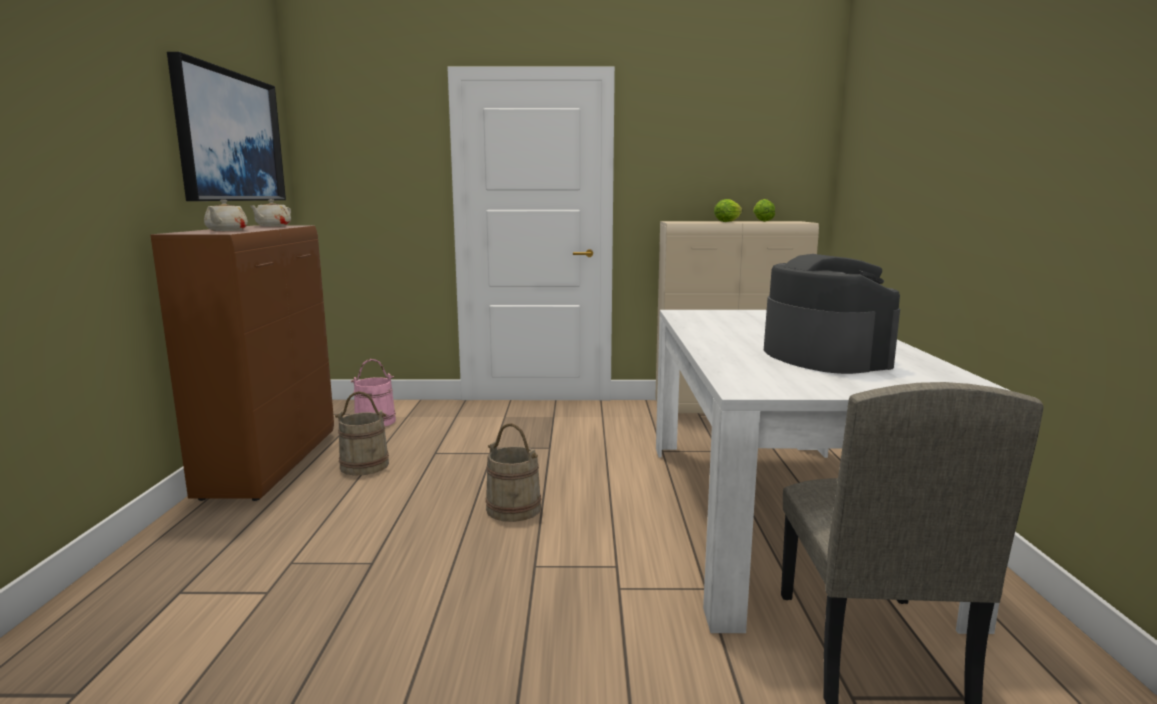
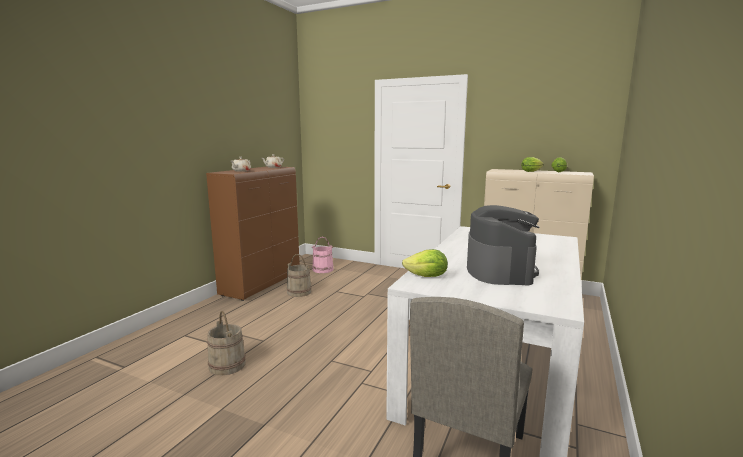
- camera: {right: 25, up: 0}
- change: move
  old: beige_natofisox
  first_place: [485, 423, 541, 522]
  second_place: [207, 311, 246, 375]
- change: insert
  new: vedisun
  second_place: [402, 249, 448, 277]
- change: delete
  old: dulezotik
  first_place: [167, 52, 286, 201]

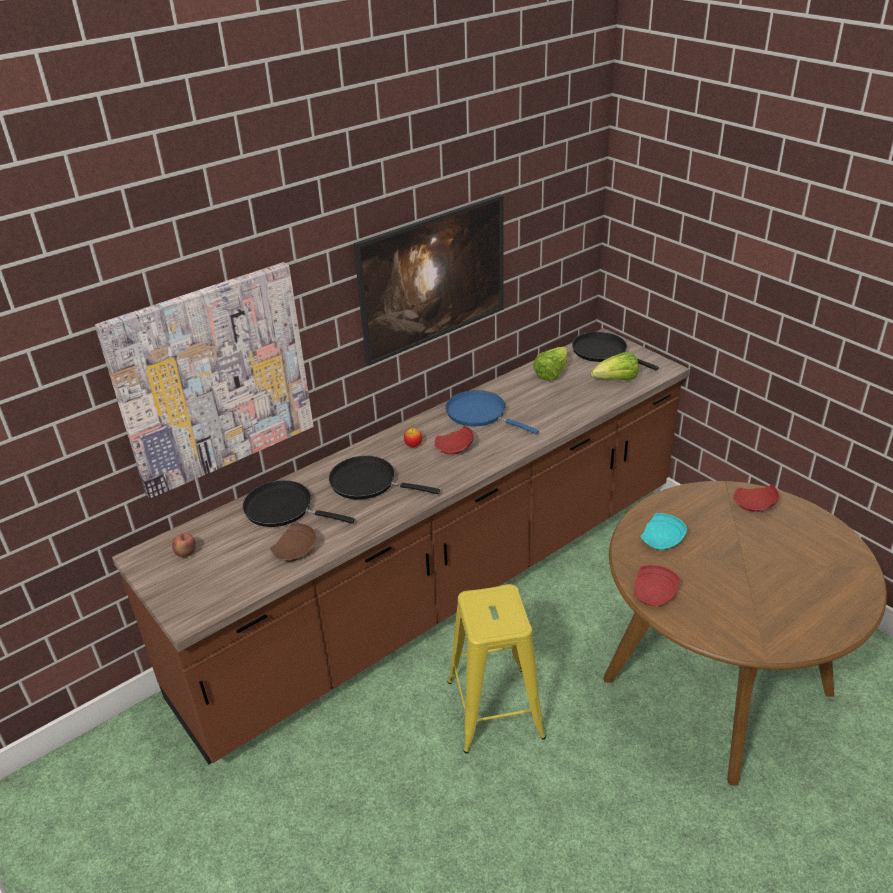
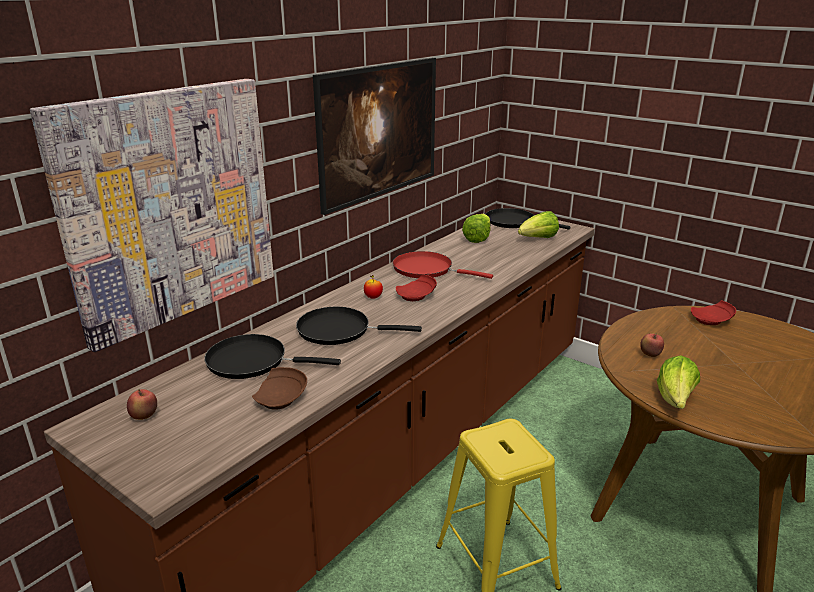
- camera: {right: -15, up: -10}
- change: recolor
  old: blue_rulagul
  new: red_rulagul
  first_place: [445, 390, 539, 434]
  second_place: [393, 251, 493, 279]
- change: replace
  old: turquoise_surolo
  new: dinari
  first_place: [640, 513, 687, 550]
  second_place: [640, 333, 664, 357]
- change: replace
  old: red_surolo
  new: vedisun
  first_place: [634, 565, 680, 606]
  second_place: [657, 355, 700, 409]

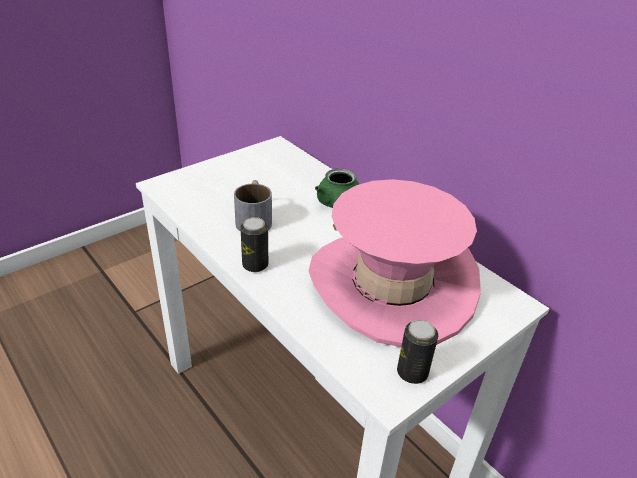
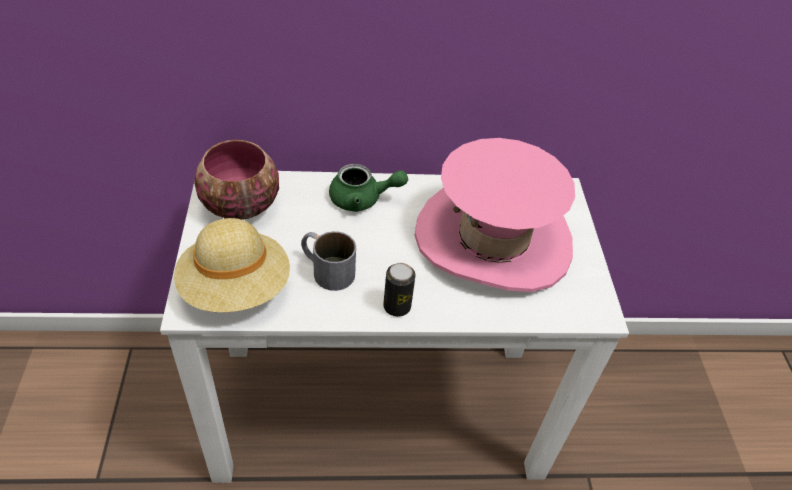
- camera: {right: -55, up: 10}
- change: insert
  new: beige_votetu
  second_place: [174, 218, 290, 312]
- change: insert
  new: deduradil
  second_place: [194, 140, 279, 220]
- change: delete
  old: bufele
  first_place: [397, 320, 438, 384]

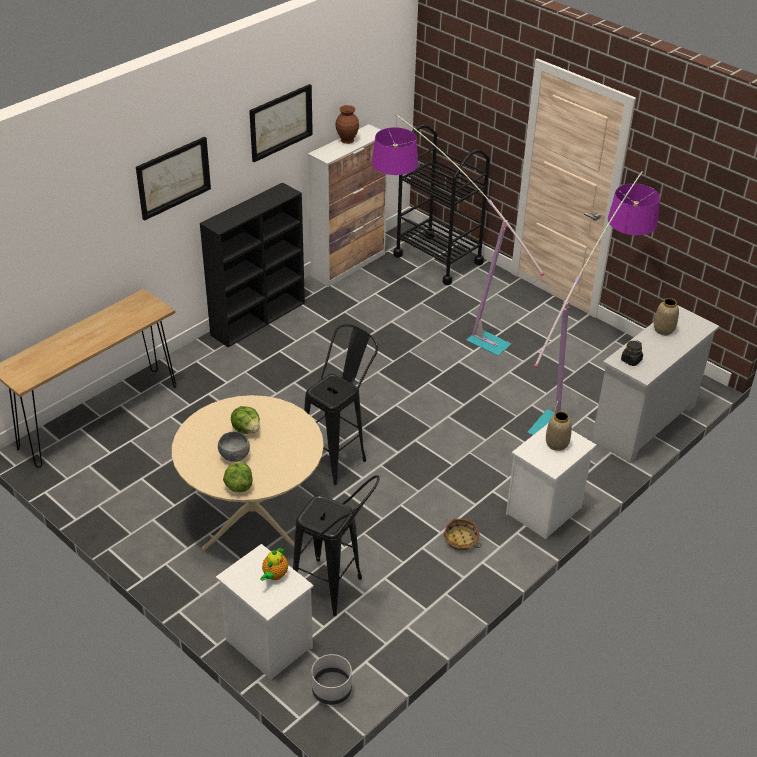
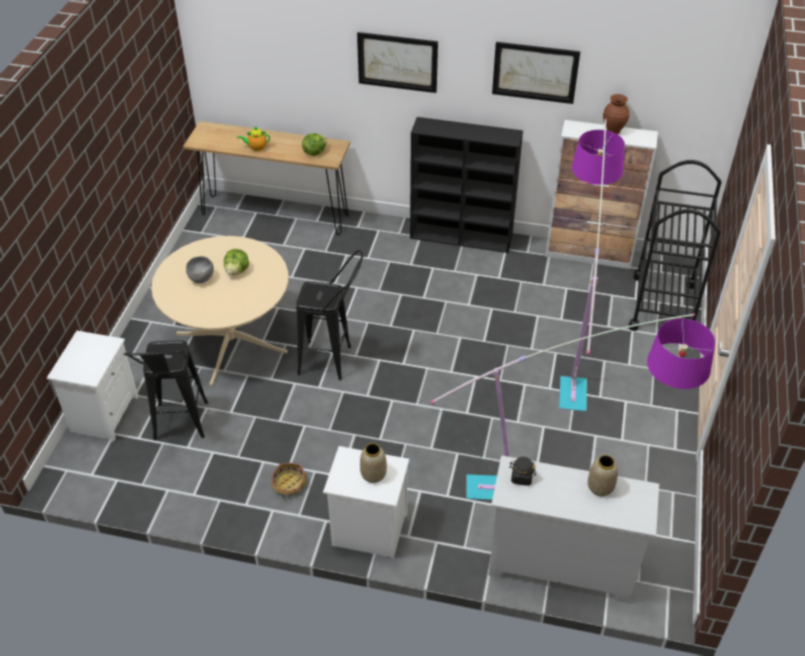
- camera: {right: 60, up: 5}
- change: move
  old: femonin
  first_place: [260, 548, 288, 581]
  second_place: [237, 126, 270, 151]
- change: move
  old: vedisun
  first_place: [223, 462, 253, 493]
  second_place: [302, 133, 327, 156]
- change: delete
  old: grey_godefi
  first_place: [311, 654, 352, 705]

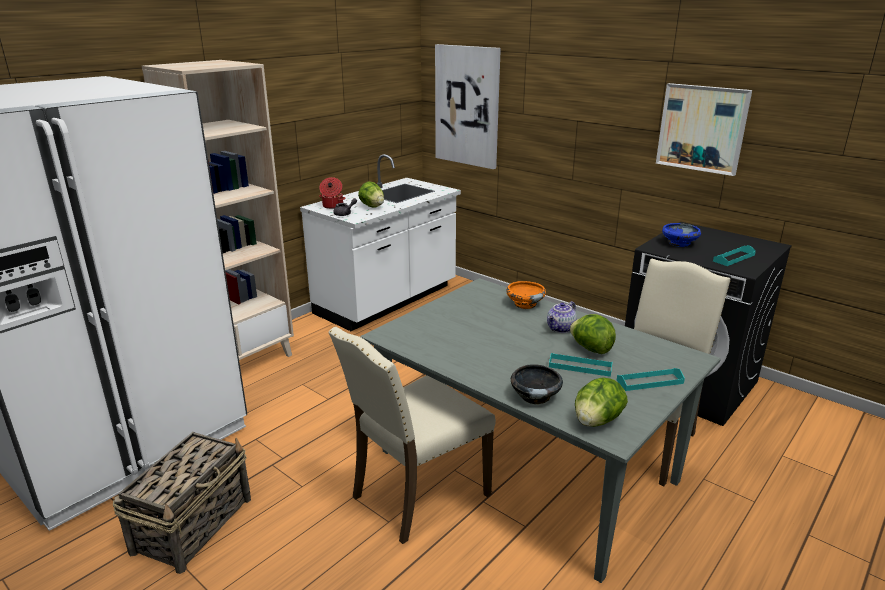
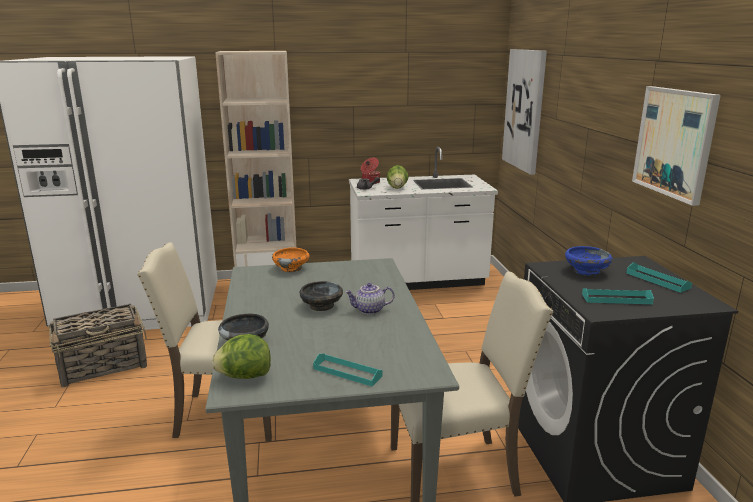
- camera: {right: 40, up: -5}
- change: move
  old: orange_deduradil
  first_place: [506, 281, 546, 309]
  second_place: [272, 247, 310, 272]
- change: insert
  new: black_deduradil
  second_place: [299, 281, 343, 311]
- change: move
  old: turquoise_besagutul
  first_place: [549, 353, 612, 377]
  second_place: [626, 262, 692, 293]
- change: delete
  old: vedisun
  first_place: [570, 314, 616, 354]

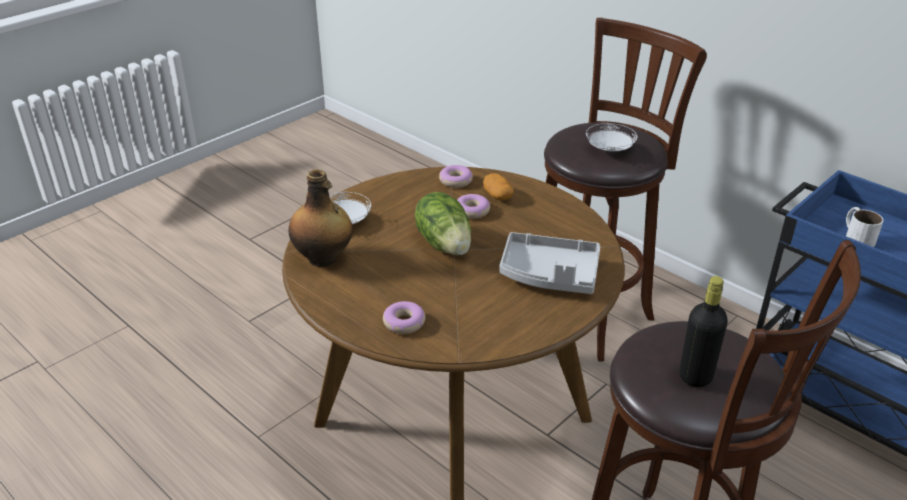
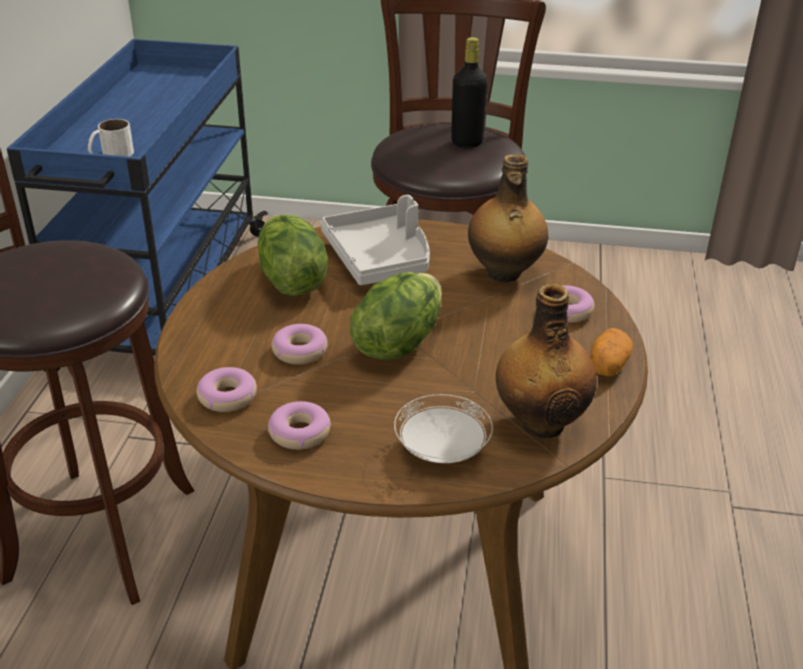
- camera: {right: -125, up: 0}
- change: insert
  new: vedisun
  second_place: [258, 214, 328, 296]
- change: insert
  new: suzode
  second_place: [268, 401, 331, 450]
- change: insert
  new: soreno
  second_place: [468, 155, 549, 282]
- change: move
  old: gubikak
  first_place: [483, 173, 514, 200]
  second_place: [590, 328, 633, 376]
- change: delete
  old: white_surolo
  first_place: [586, 123, 637, 152]

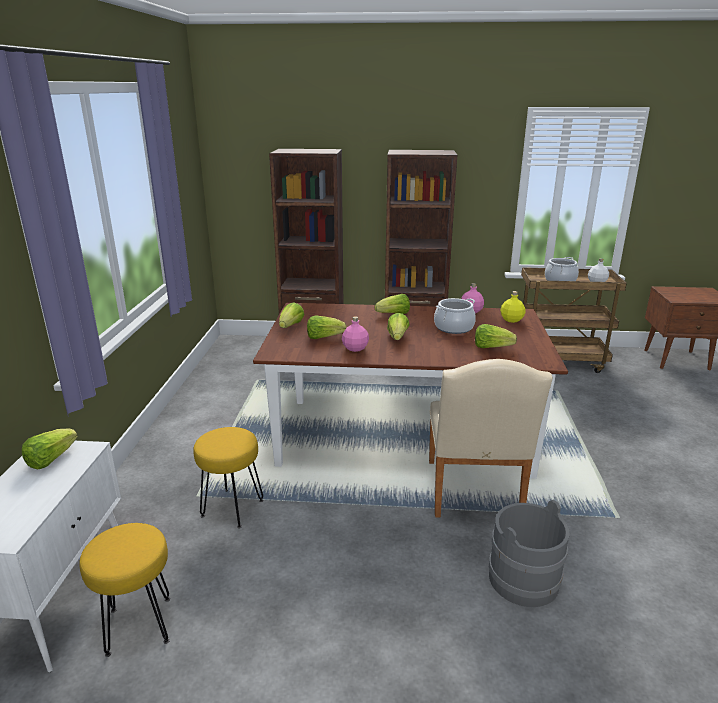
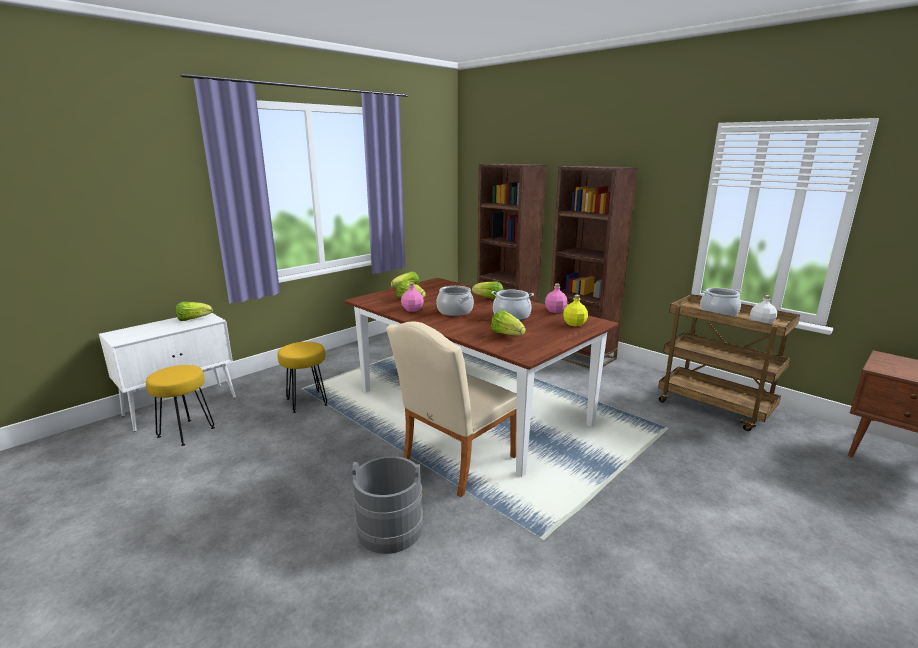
- camera: {right: 40, up: -5}
- change: replace
  old: vedisun
  new: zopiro
  first_place: [387, 313, 410, 340]
  second_place: [436, 286, 474, 316]

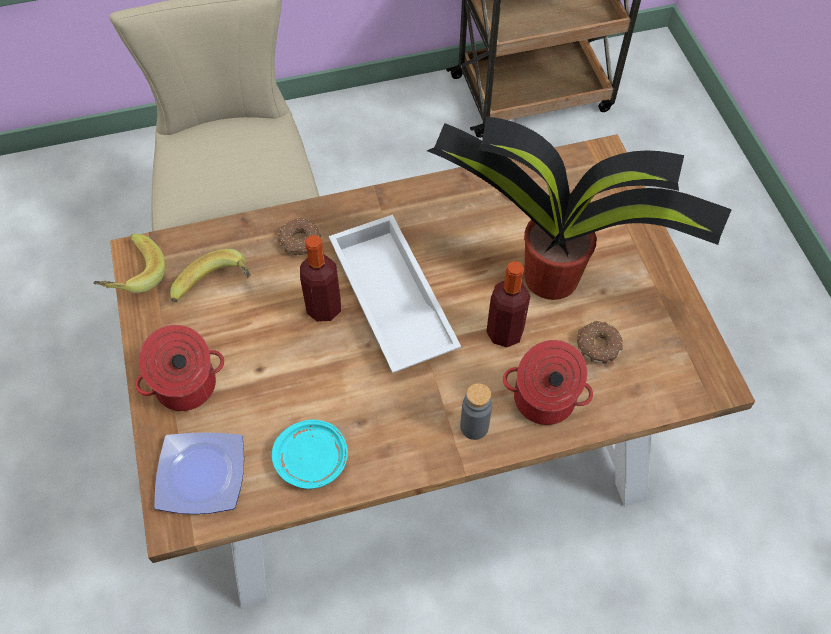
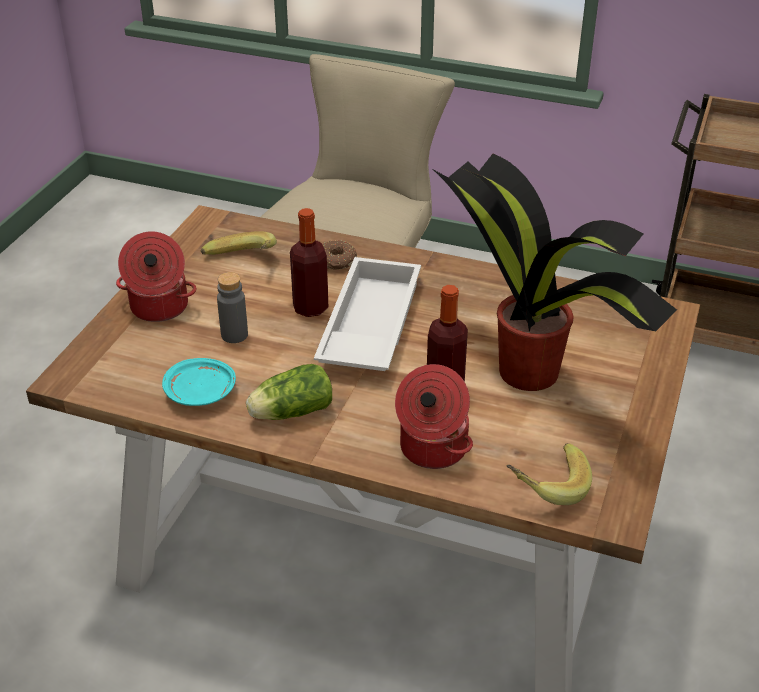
- camera: {right: 35, up: -20}
- change: move
  old: grey_soreno
  first_place: [460, 383, 492, 440]
  second_place: [217, 272, 248, 343]
- change: insert
  new: vedisun
  second_place: [246, 364, 332, 420]
- change: move
  old: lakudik
  first_place: [94, 234, 165, 293]
  second_place: [506, 443, 592, 505]
- change: delete
  old: surolo
  first_place: [154, 432, 244, 514]
- change: delete
  old: suzode
  first_place: [577, 321, 623, 364]

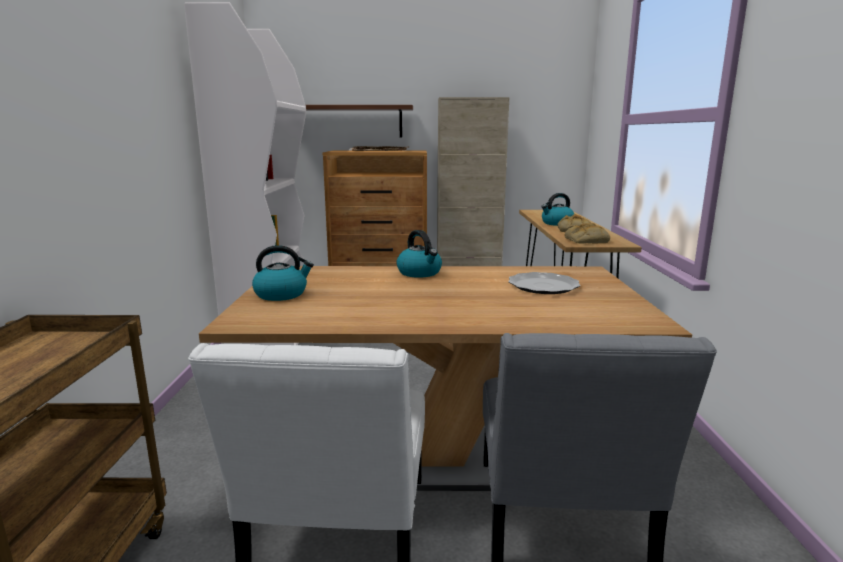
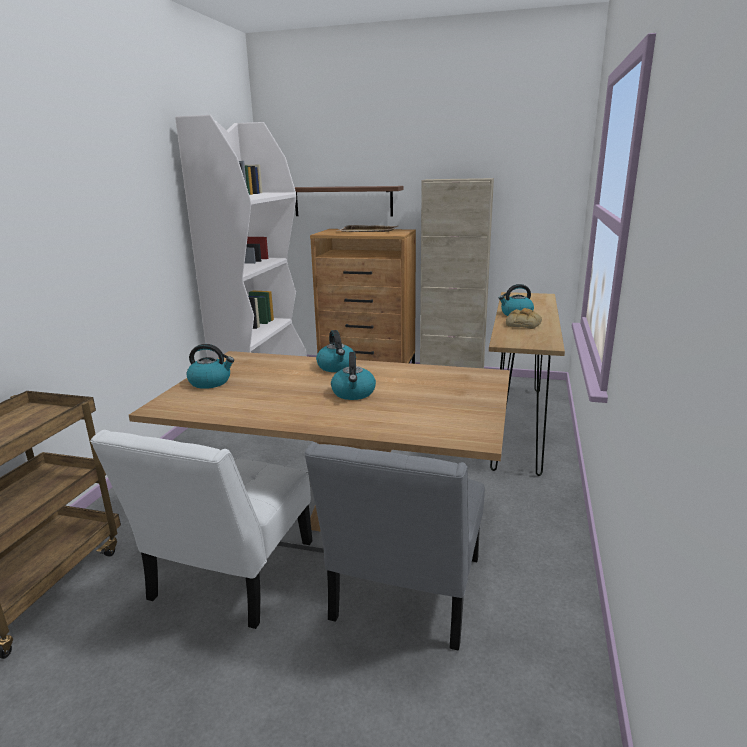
- camera: {right: 15, up: 5}
- change: insert
  new: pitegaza
  second_place: [331, 352, 376, 400]
- change: delete
  old: surolo
  first_place: [508, 272, 580, 294]
- change: delete
  old: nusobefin
  first_place: [565, 223, 610, 244]

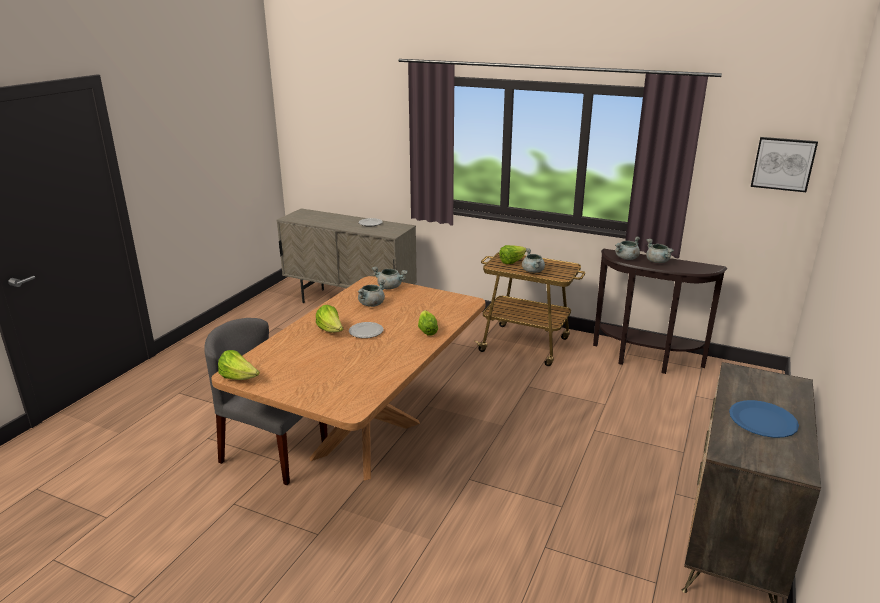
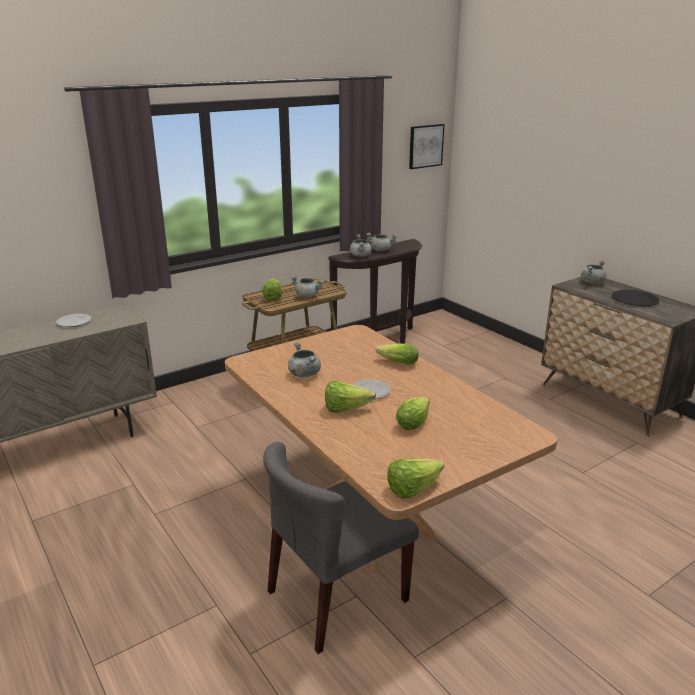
- camera: {right: -60, up: 0}
- change: insert
  new: vedisun
  second_place: [396, 397, 430, 430]
- change: move
  old: grey_zopiro
  first_place: [372, 267, 408, 289]
  second_place: [581, 260, 607, 284]
- change: recolor
  old: blue_surolo
  new: black_surolo
  first_place: [729, 400, 799, 438]
  second_place: [612, 290, 660, 306]

